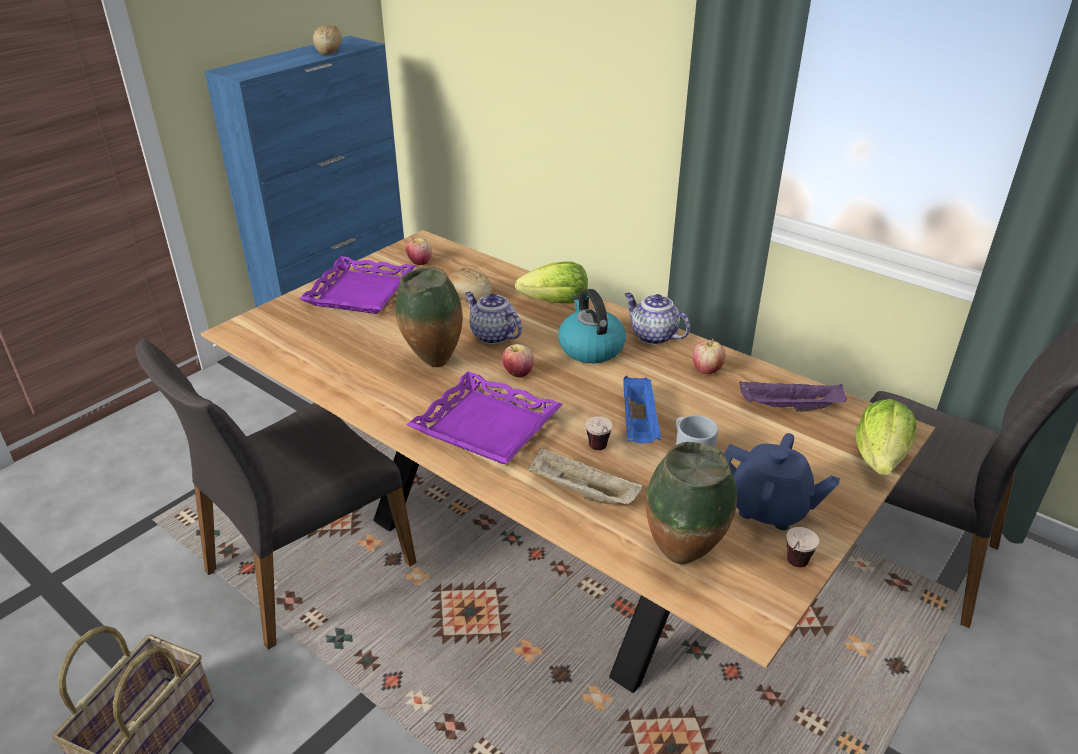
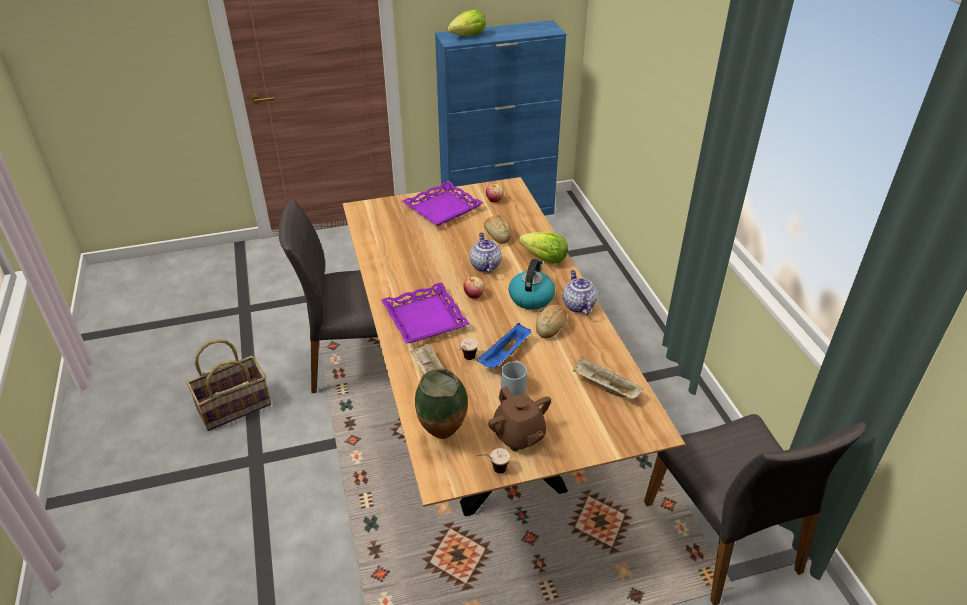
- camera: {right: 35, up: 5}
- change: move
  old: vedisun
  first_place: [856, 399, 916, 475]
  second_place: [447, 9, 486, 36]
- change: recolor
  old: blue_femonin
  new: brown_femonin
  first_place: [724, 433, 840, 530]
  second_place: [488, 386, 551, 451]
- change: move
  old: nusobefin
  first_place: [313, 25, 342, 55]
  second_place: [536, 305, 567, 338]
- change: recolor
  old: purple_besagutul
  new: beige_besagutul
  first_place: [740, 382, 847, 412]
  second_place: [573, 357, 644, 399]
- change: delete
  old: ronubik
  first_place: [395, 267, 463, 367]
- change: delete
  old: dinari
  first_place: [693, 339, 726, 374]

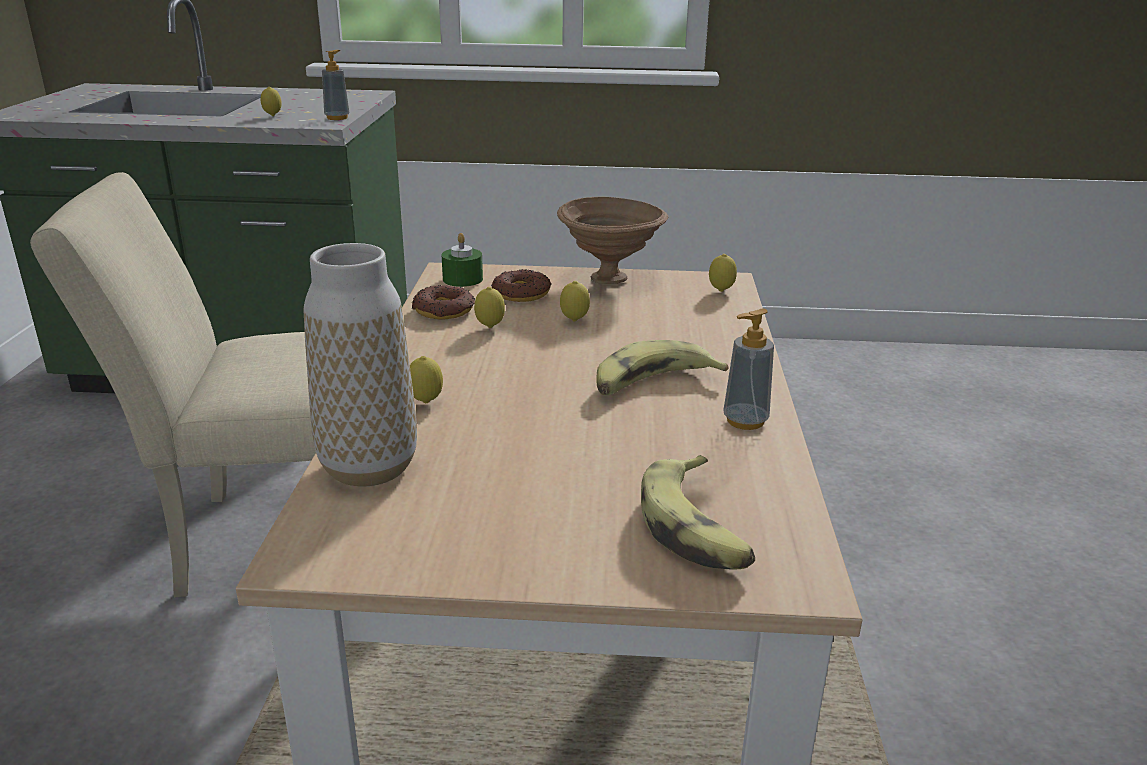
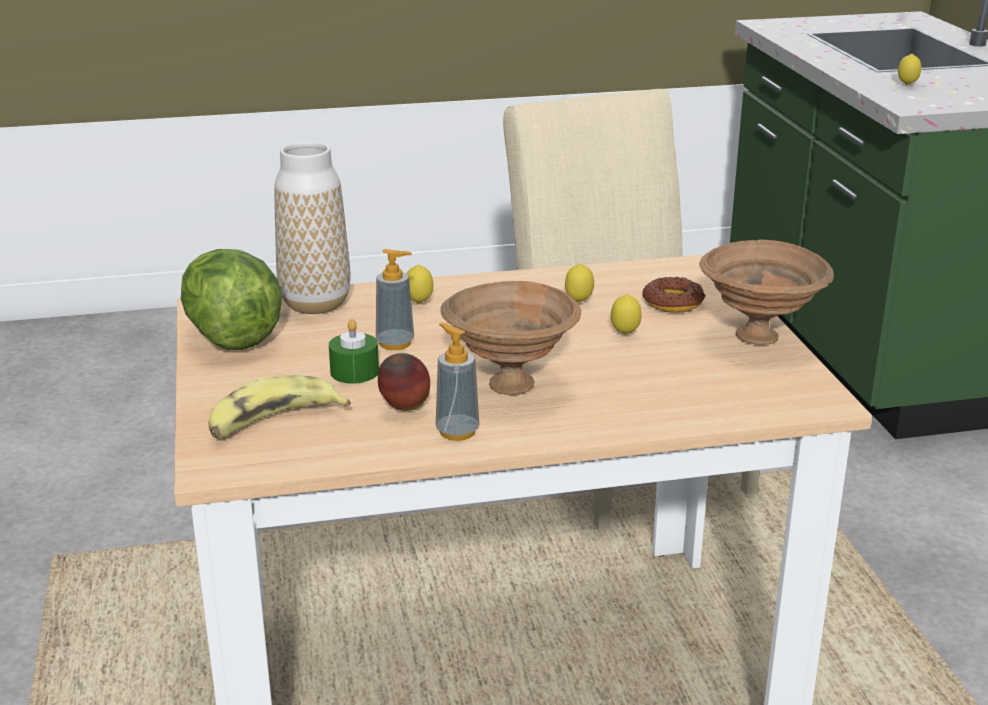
- camera: {right: 75, up: 0}
- change: insert
  new: vedisun
  second_place: [181, 249, 282, 350]
- change: move
  old: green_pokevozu
  first_place: [442, 233, 483, 287]
  second_place: [329, 319, 379, 384]
- change: move
  old: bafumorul
  first_place: [322, 50, 349, 120]
  second_place: [376, 249, 414, 350]
- change: insert
  new: dinari
  second_place: [378, 353, 430, 411]
- change: replace
  old: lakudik
  new: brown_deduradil
  first_place: [596, 340, 729, 395]
  second_place: [440, 281, 581, 395]
- change: delete
  old: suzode
  first_place: [412, 285, 475, 319]
- change: delete
  old: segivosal
  first_place: [709, 254, 737, 292]

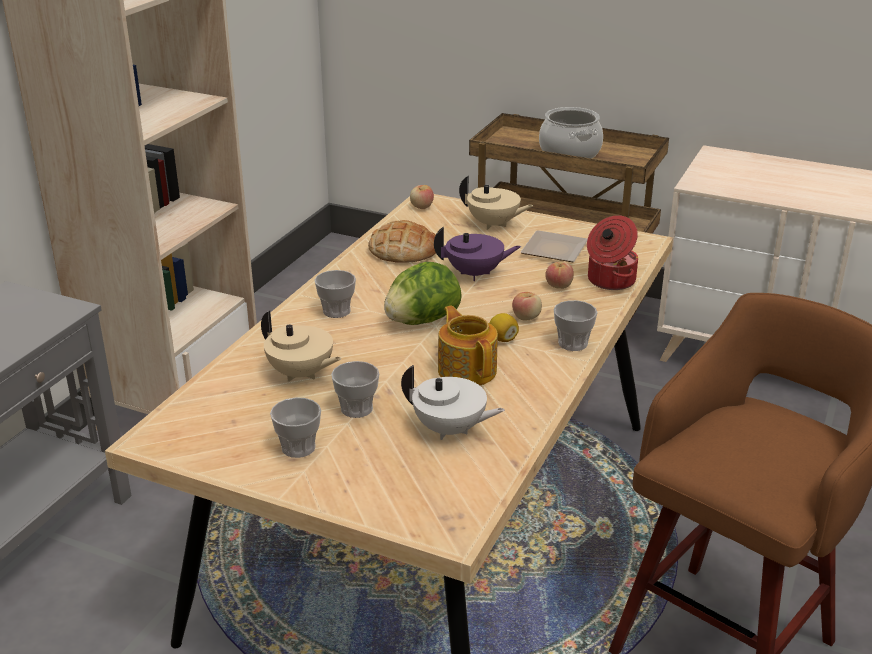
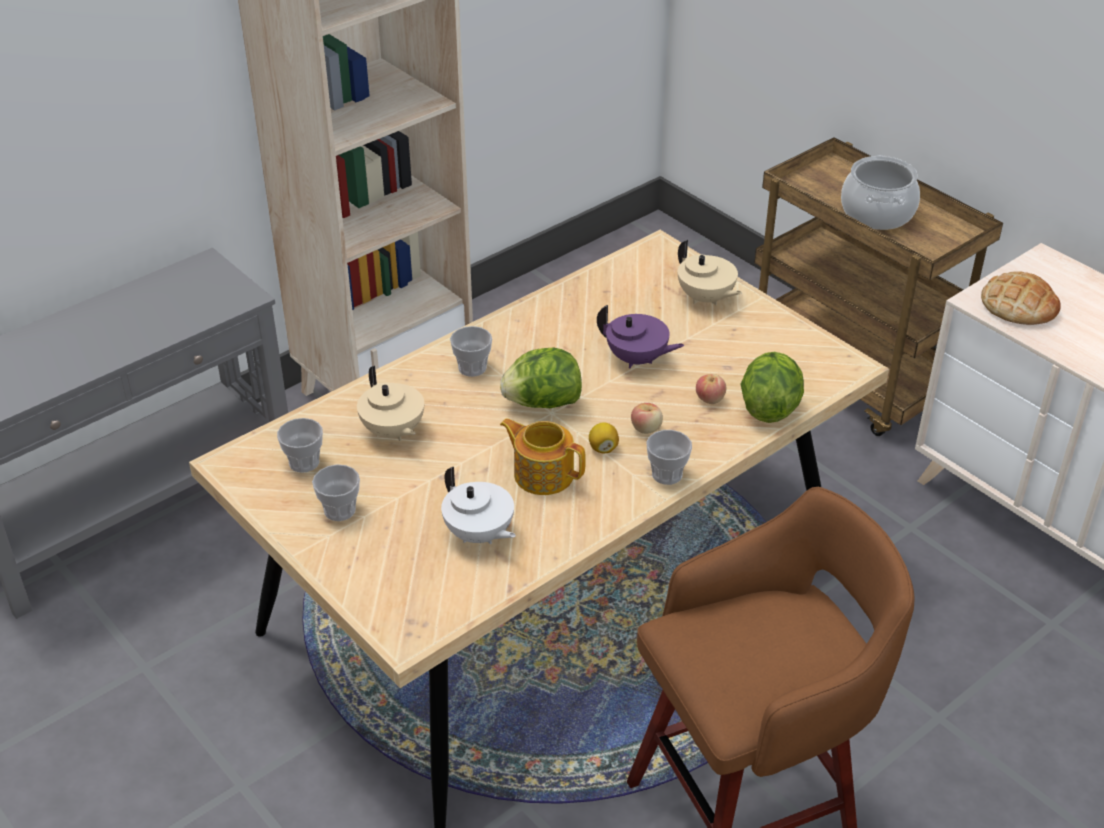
- camera: {right: 25, up: 10}
- change: move
  old: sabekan
  first_place: [331, 361, 379, 418]
  second_place: [277, 418, 323, 473]
- change: rotate
  old: femonin
  first_place: [438, 305, 498, 385]
  second_place: [500, 418, 586, 495]
  degrees: -60
- change: replace
  old: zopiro
  new: vedisun
  first_place: [587, 215, 638, 290]
  second_place: [741, 352, 804, 423]
- change: move
  old: nusobefin
  first_place: [368, 220, 436, 263]
  second_place: [981, 271, 1061, 325]
- change: delete
  old: dinari
  first_place: [410, 185, 434, 209]
- change: delete
  old: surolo
  first_place: [521, 230, 587, 262]

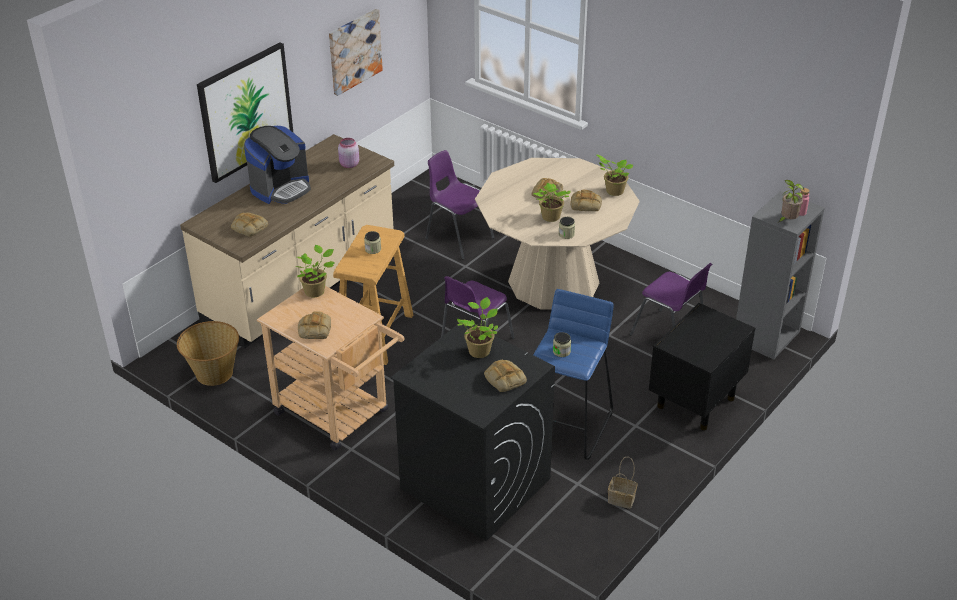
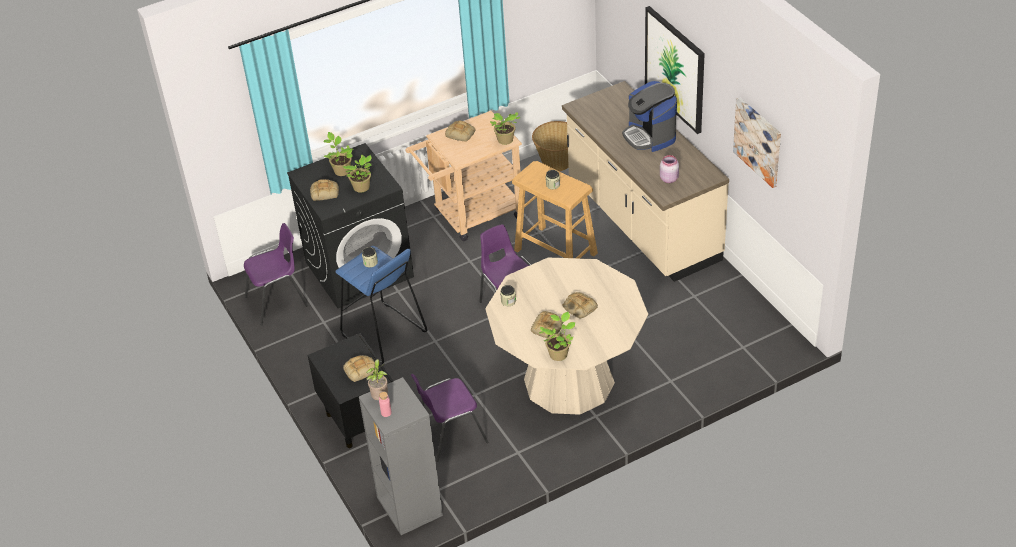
- camera: {right: 115, up: 5}
- change: move
  old: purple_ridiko
  first_place: [426, 150, 494, 259]
  second_place: [244, 223, 308, 325]
- change: move
  old: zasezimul
  first_place: [534, 183, 571, 222]
  second_place: [324, 132, 353, 176]
- change: move
  old: nusobefin
  first_place: [231, 212, 268, 237]
  second_place: [343, 355, 375, 382]
- change: delete
  old: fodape
  first_place: [608, 457, 638, 509]

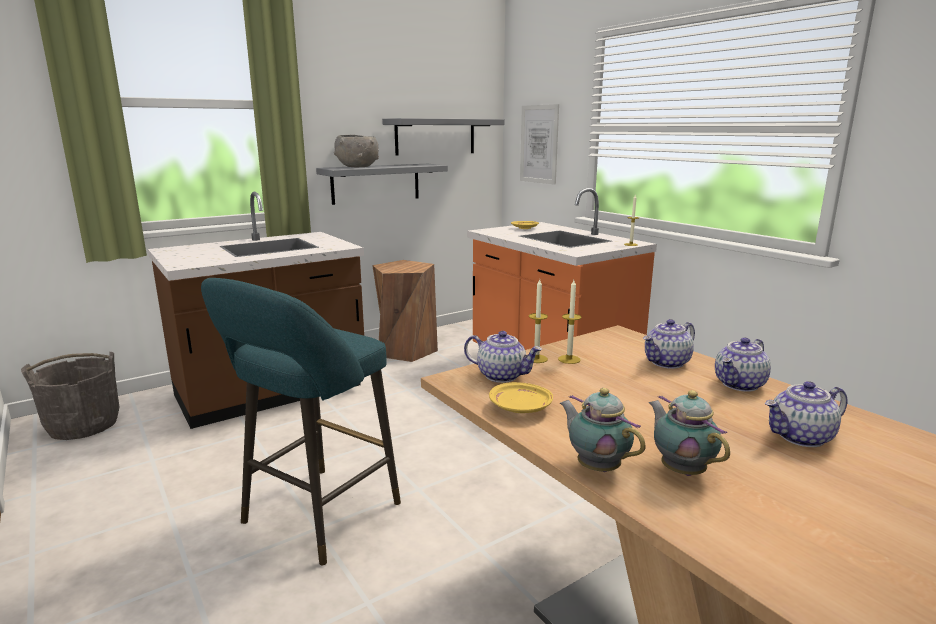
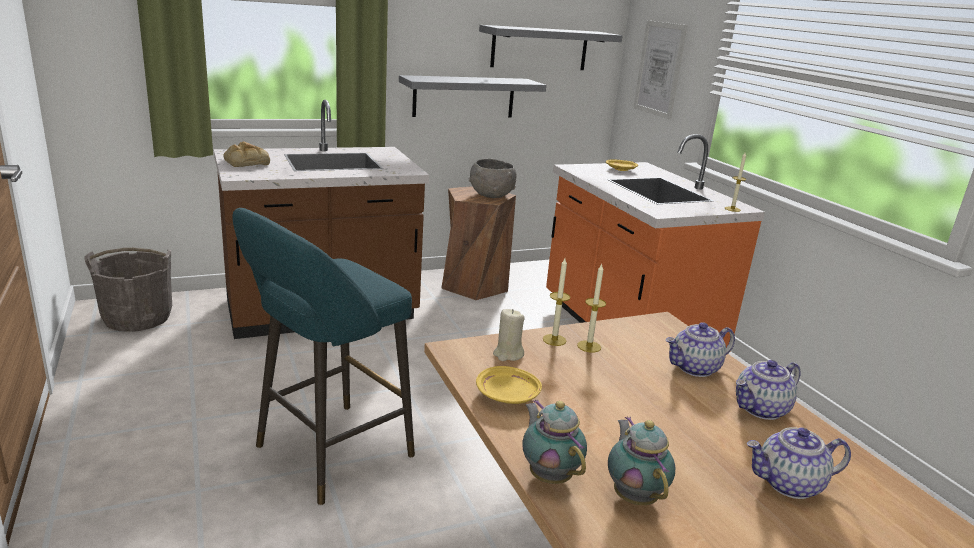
- camera: {right: 10, up: 5}
- change: insert
  new: nusobefin
  second_place: [223, 141, 270, 167]
- change: move
  old: grey_deduradil
  first_place: [334, 135, 379, 167]
  second_place: [469, 159, 516, 198]
- change: replace
  old: femonin
  new: beige_pokevozu
  first_place: [464, 331, 542, 383]
  second_place: [493, 309, 525, 361]

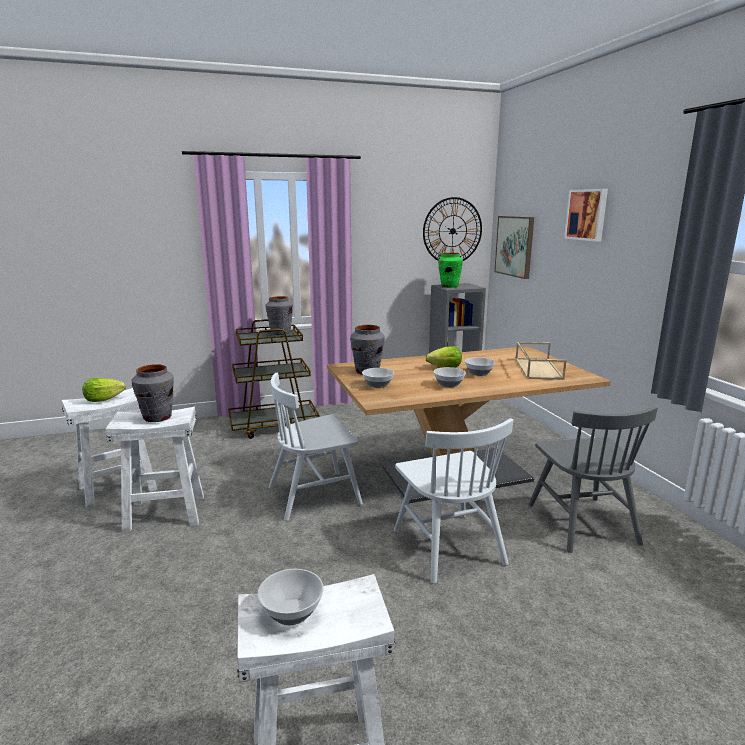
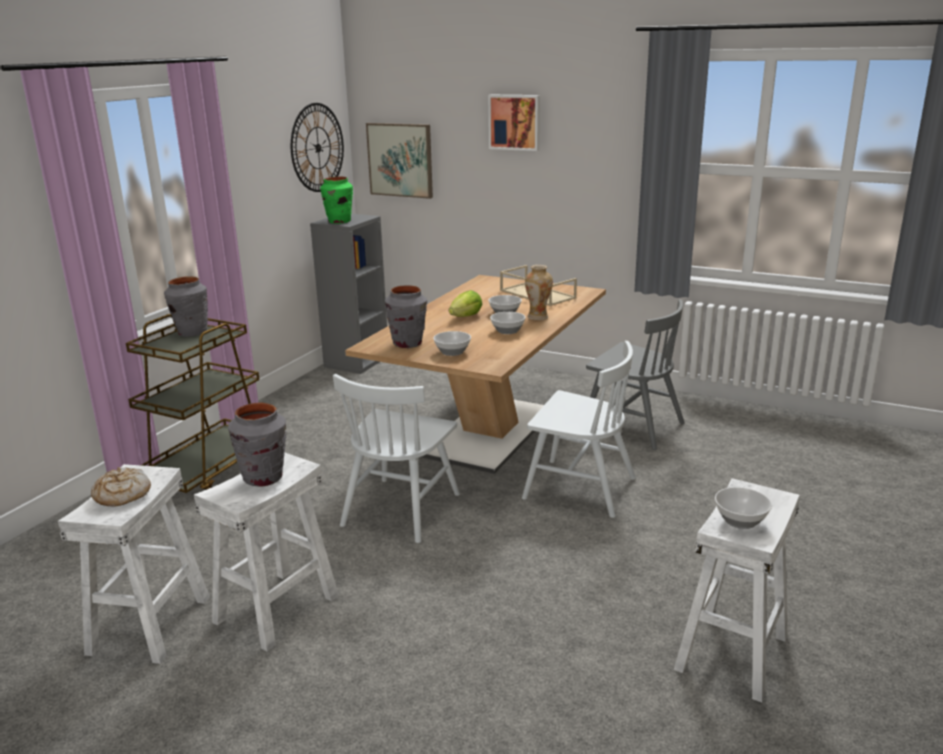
- camera: {right: -45, up: 5}
- change: replace
  old: vedisun
  new: nusobefin
  first_place: [82, 378, 126, 402]
  second_place: [91, 467, 151, 506]
- change: insert
  new: ronubik
  second_place: [525, 265, 553, 320]

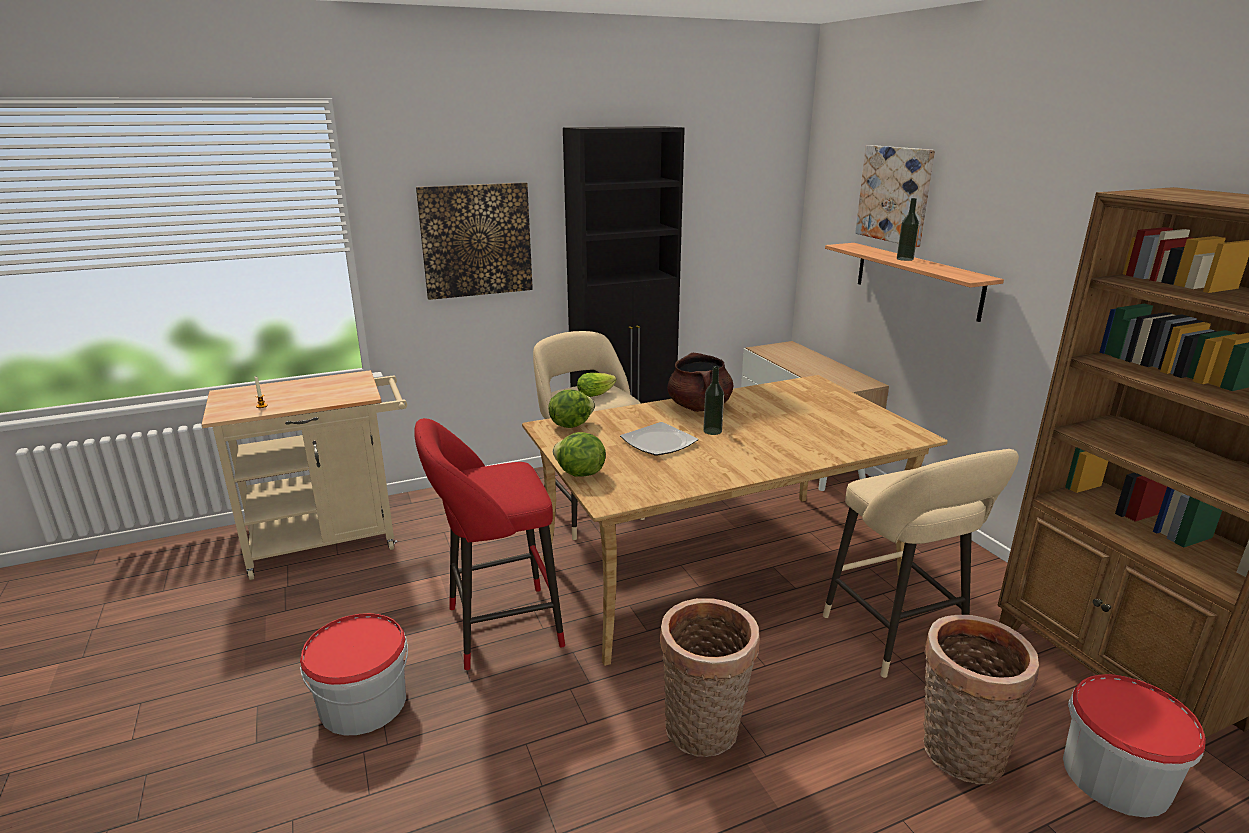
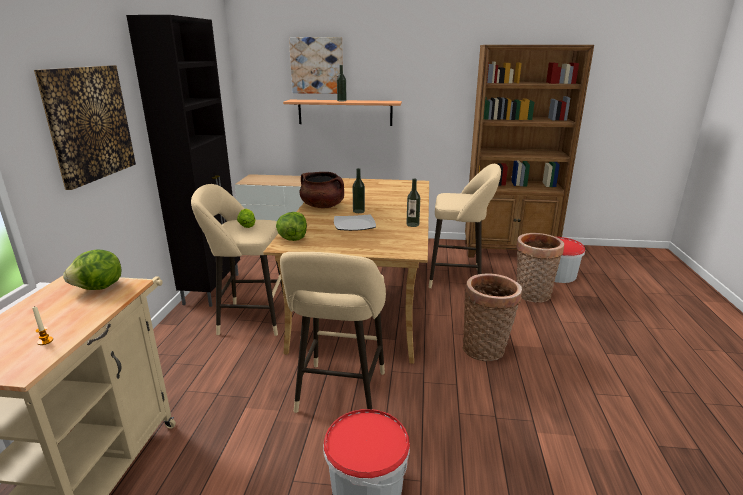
- camera: {right: -60, up: 0}
- change: move
  old: vedisun
  first_place: [553, 432, 606, 477]
  second_place: [63, 249, 122, 290]
- change: recolor
  old: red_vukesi
  new: beige_vukesi
  first_place: [414, 418, 565, 670]
  second_place: [280, 252, 386, 413]
- change: insert
  new: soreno
  second_place: [406, 178, 420, 227]

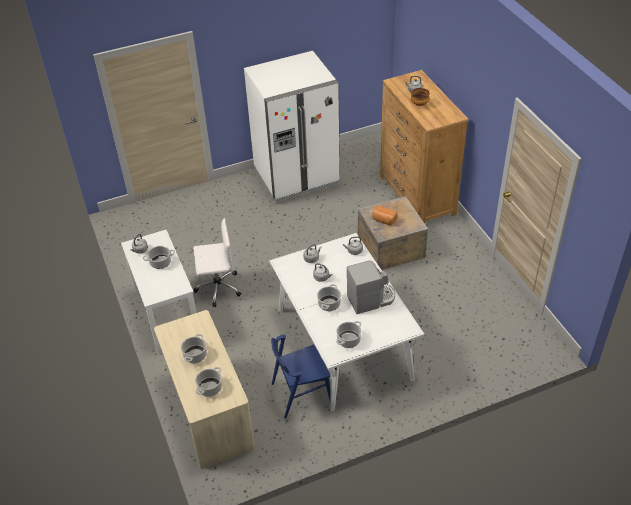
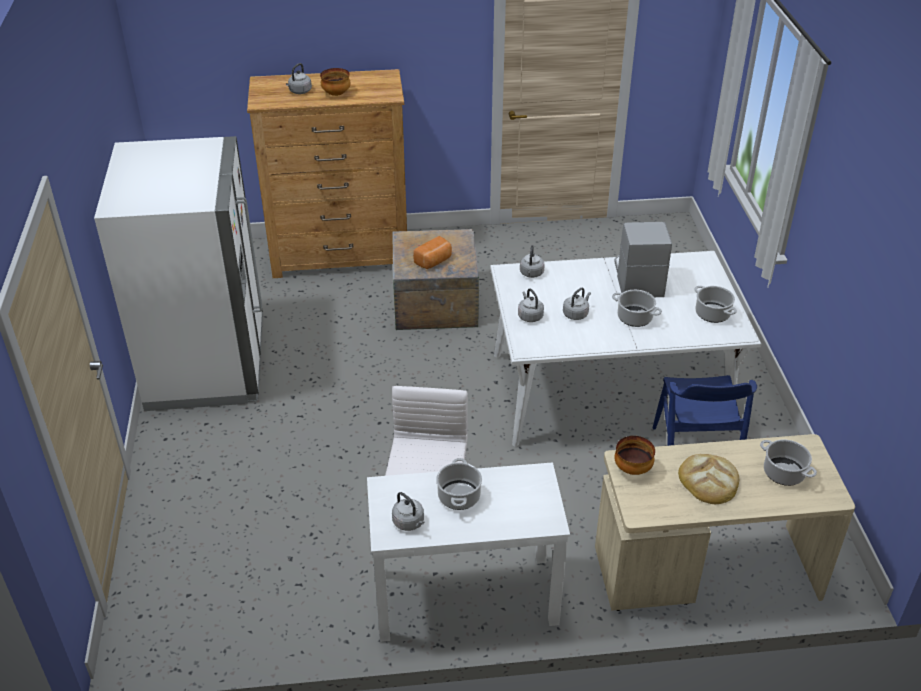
- camera: {right: -75, up: -5}
- change: insert
  new: deduradil
  second_place: [615, 436, 655, 475]
- change: replace
  old: zopiro
  new: nusobefin
  first_place: [181, 334, 207, 363]
  second_place: [678, 454, 739, 504]

